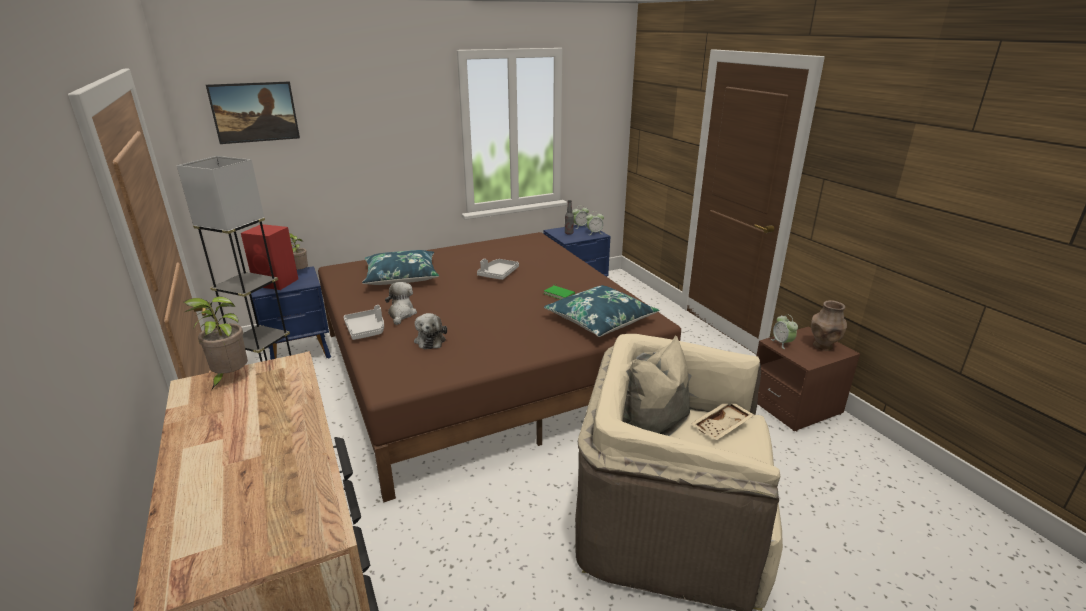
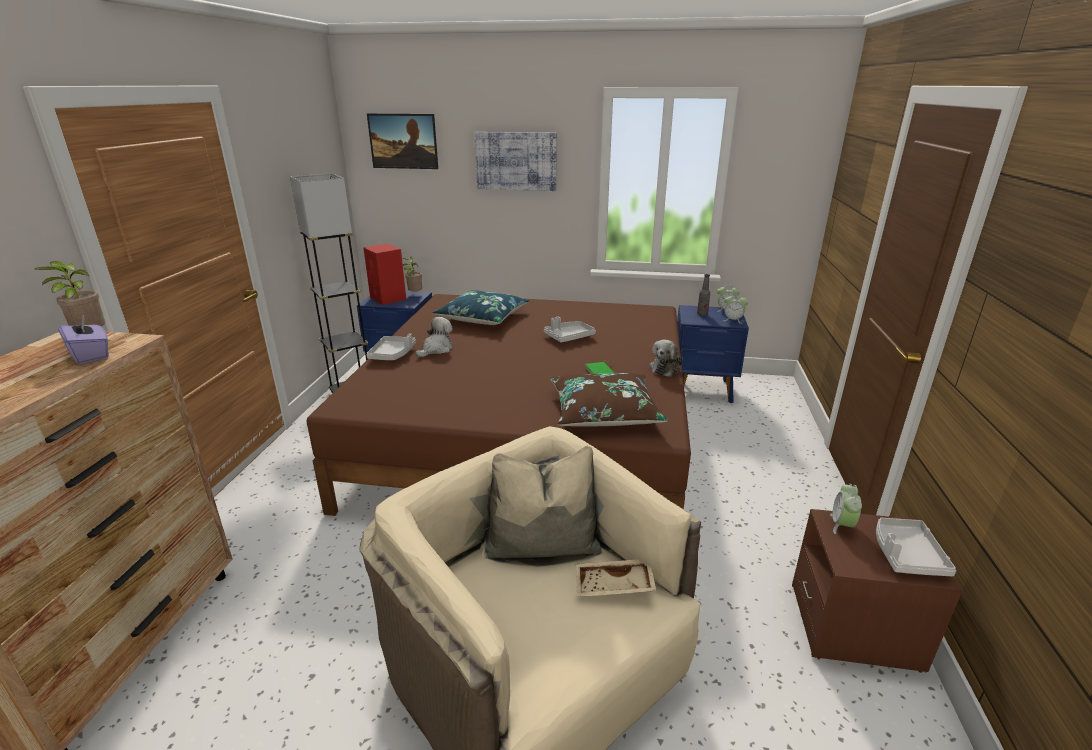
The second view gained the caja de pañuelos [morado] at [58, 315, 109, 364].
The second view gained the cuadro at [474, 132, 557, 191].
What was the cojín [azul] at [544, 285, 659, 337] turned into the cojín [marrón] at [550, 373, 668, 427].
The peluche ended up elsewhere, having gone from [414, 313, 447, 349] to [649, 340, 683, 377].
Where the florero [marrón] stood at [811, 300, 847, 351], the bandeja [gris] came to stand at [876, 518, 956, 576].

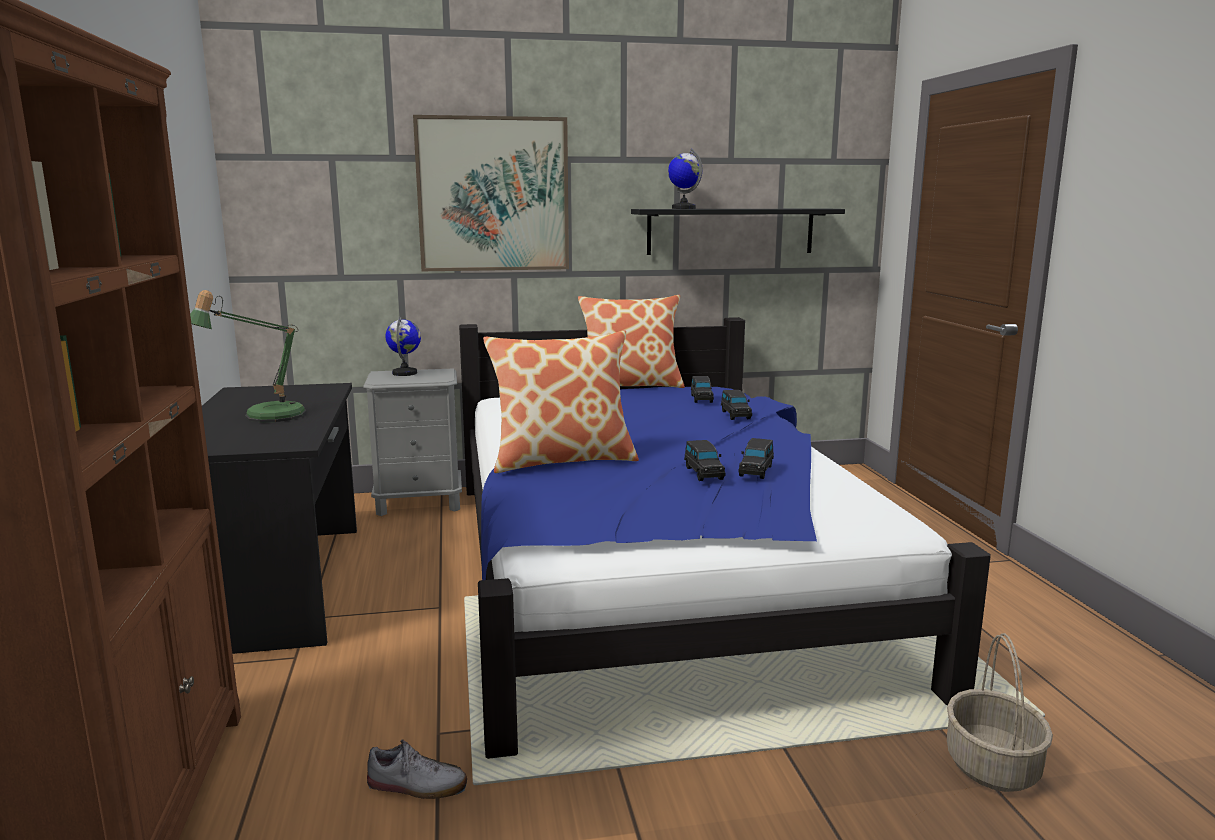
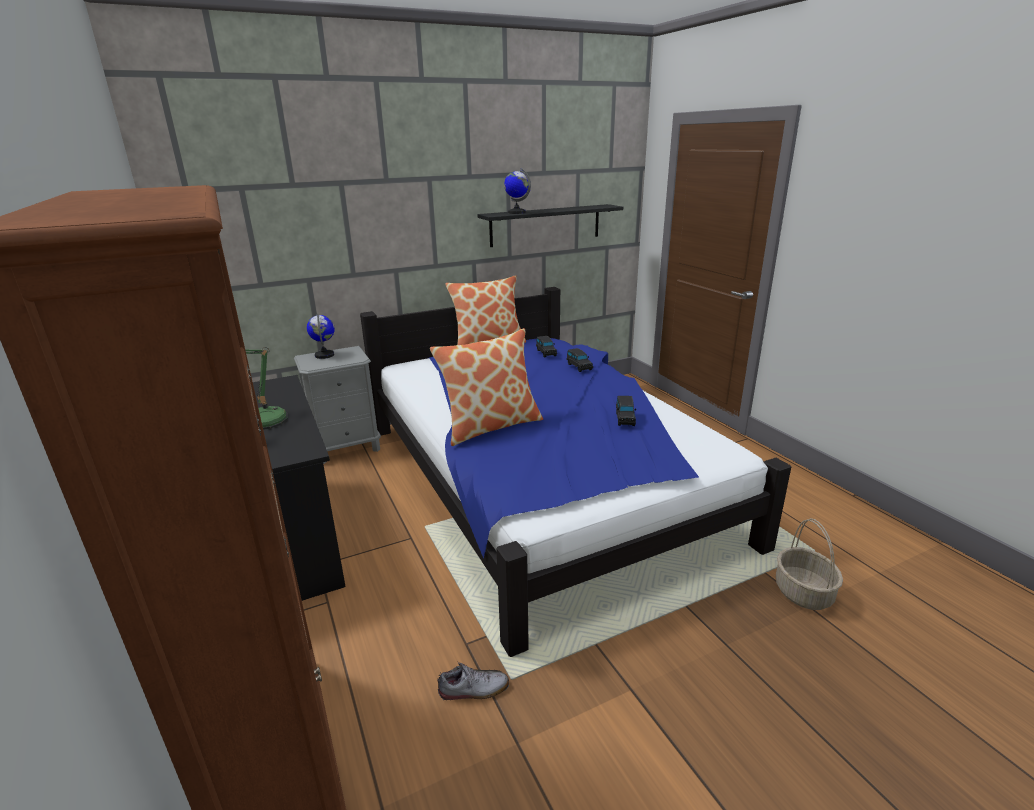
The second view lost the cuadro at [413, 115, 569, 271].
The second view lost the coche de juguete [negro] at [684, 440, 726, 481].

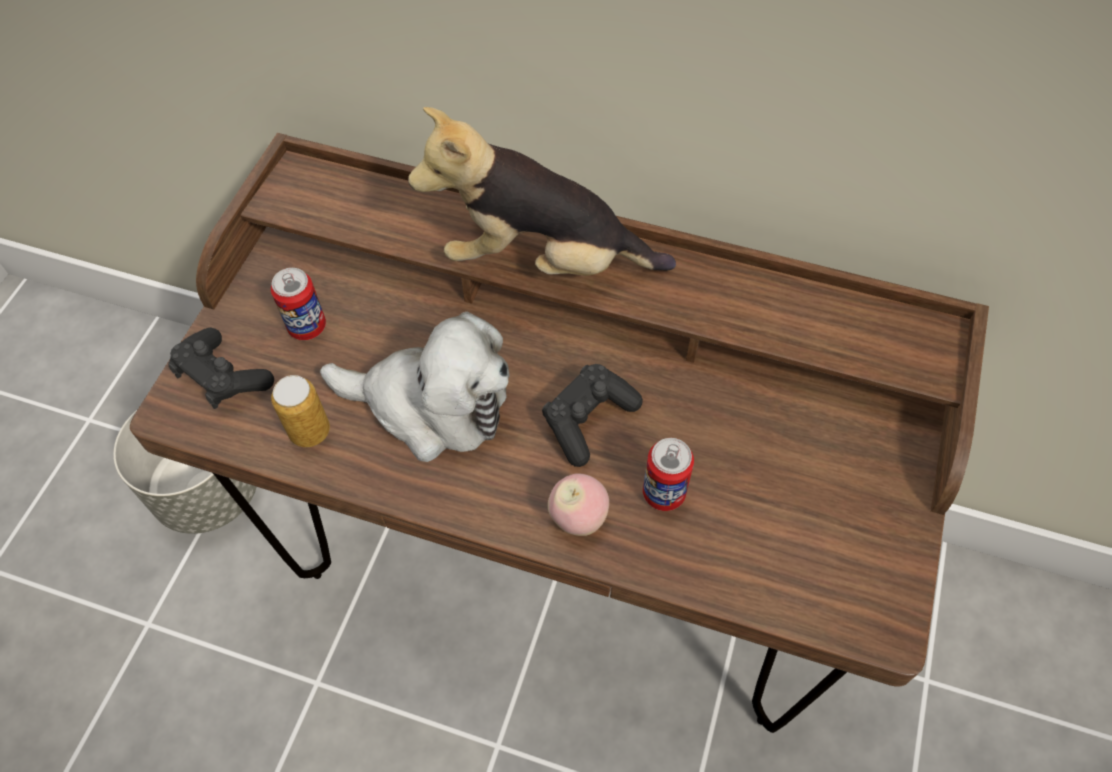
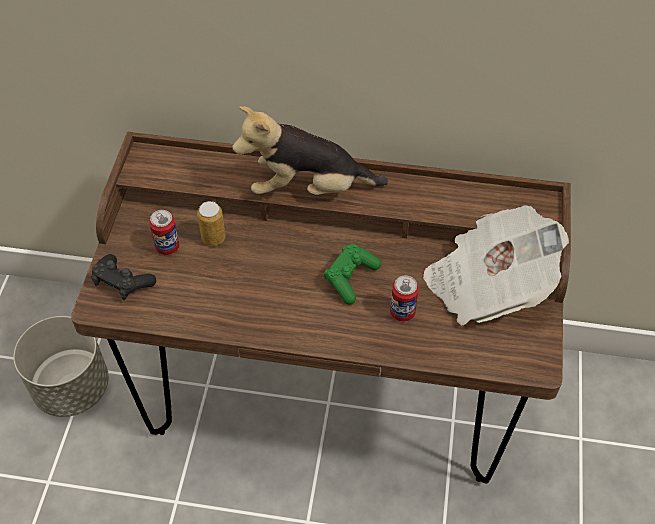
The lata ended up elsewhere, having gone from [271, 375, 330, 447] to [197, 201, 226, 246].
What was the mando de consola [negro] at [542, 364, 643, 467] turned into the mando de consola [verde] at [324, 244, 381, 305].
The second view gained the periódico at [423, 205, 569, 326].
The second view lost the peluche at [320, 311, 509, 462].
The second view lost the manzana at [548, 473, 609, 536].

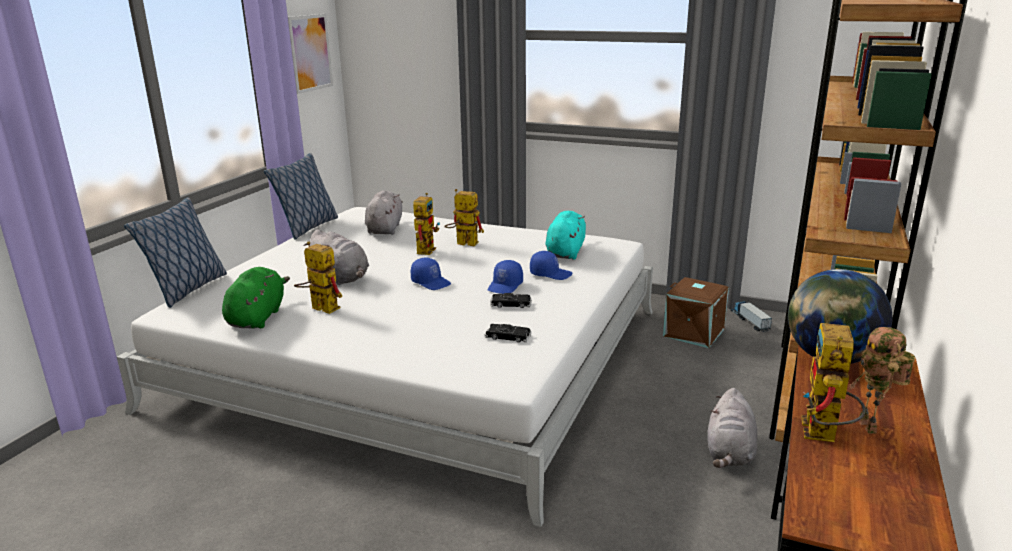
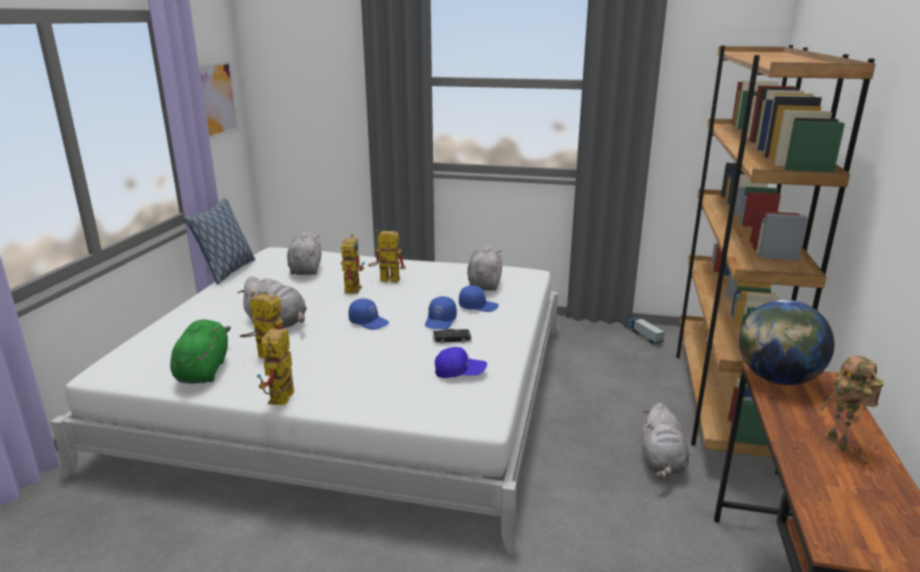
The robot de juguete ended up elsewhere, having gone from [801, 323, 866, 442] to [256, 329, 294, 405].
Where the coche de juguete [negro] stood at [485, 324, 532, 342], the gorra [azul] came to stand at [435, 347, 487, 378].
What was the peluche [turquesa] at [545, 211, 586, 260] turned into the peluche [gris] at [467, 245, 502, 291].
The second view lost the cojín at [124, 197, 227, 308].
The second view lost the caja de almacenaje [marrón] at [663, 277, 729, 348].

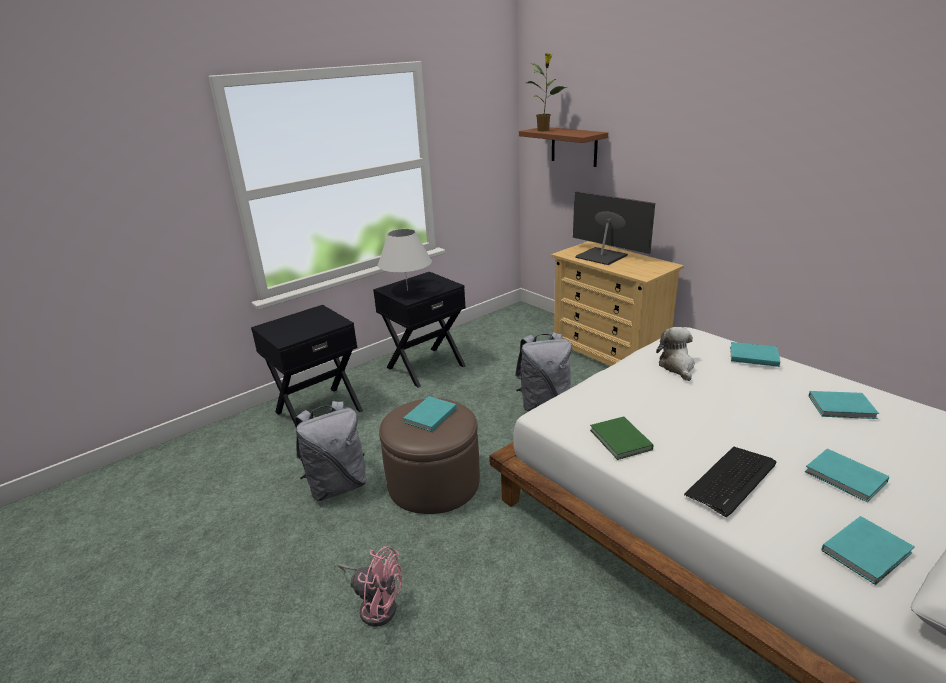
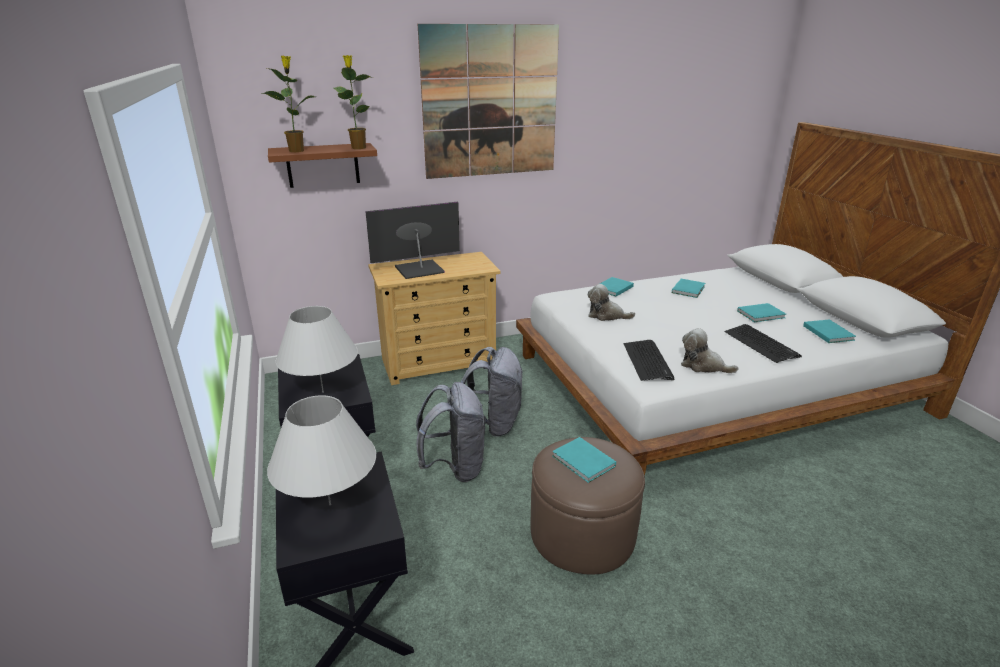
The second view gained the lámpara de mesa [blanco] at [267, 395, 376, 505].
The second view gained the planta en maceta at [334, 55, 373, 149].
The mochila [gris] ended up elsewhere, having gone from [295, 401, 367, 501] to [416, 382, 485, 482].
The second view gained the cuadro at [418, 24, 559, 179].
The second view gained the teclado at [623, 340, 675, 381].
Where the libro [verde] stood at [590, 416, 653, 460], the peluche came to stand at [681, 328, 739, 373].
The second view lost the ventilador [rosa] at [338, 546, 402, 627].

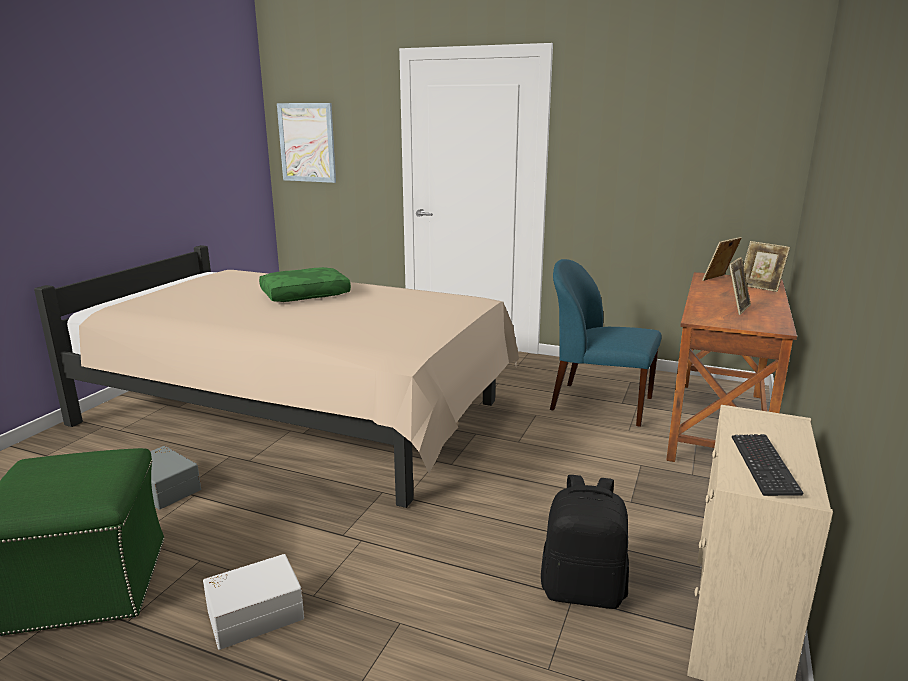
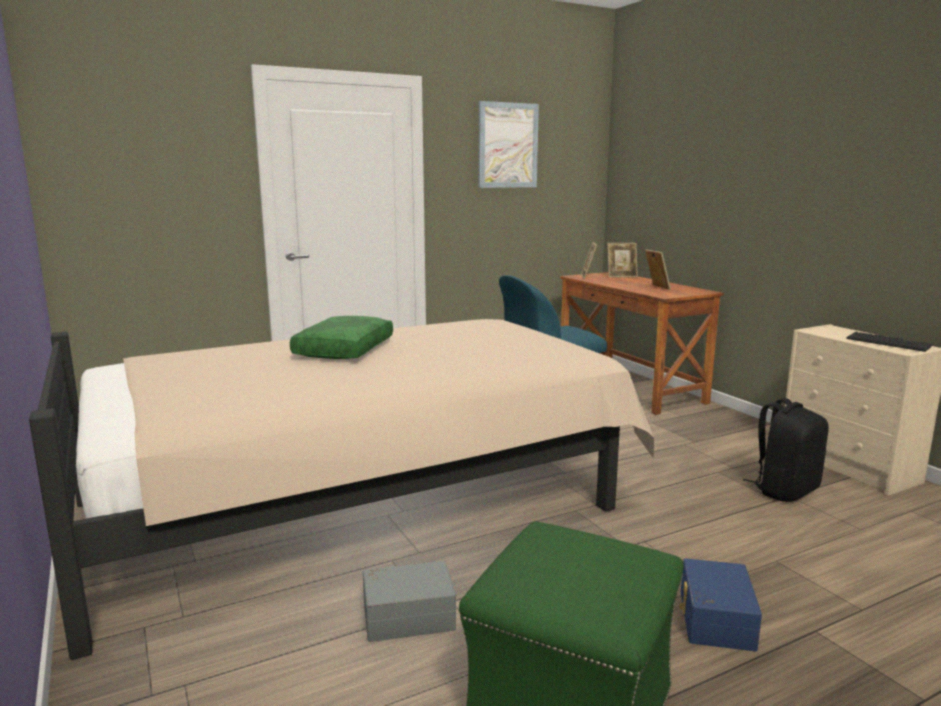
The cuadro ended up elsewhere, having gone from [277, 103, 336, 183] to [479, 101, 539, 188].
What was the caja de almacenaje [blanco] at [203, 554, 304, 650] turned into the caja de almacenaje [azul] at [679, 559, 762, 651].

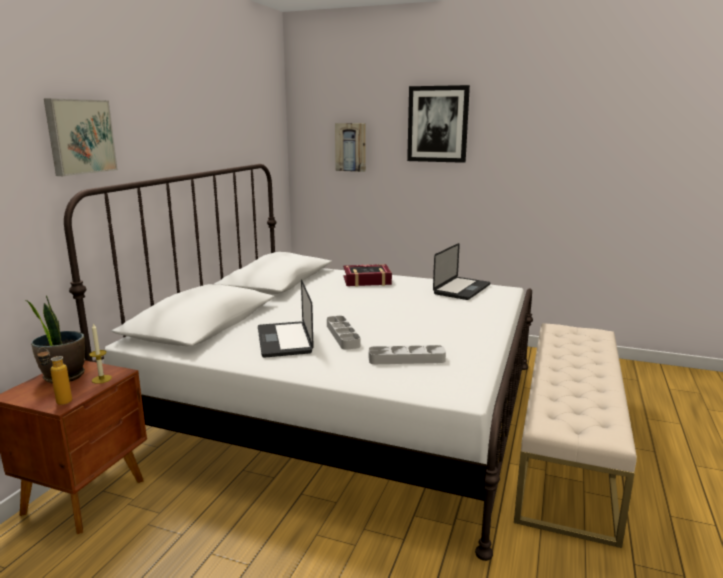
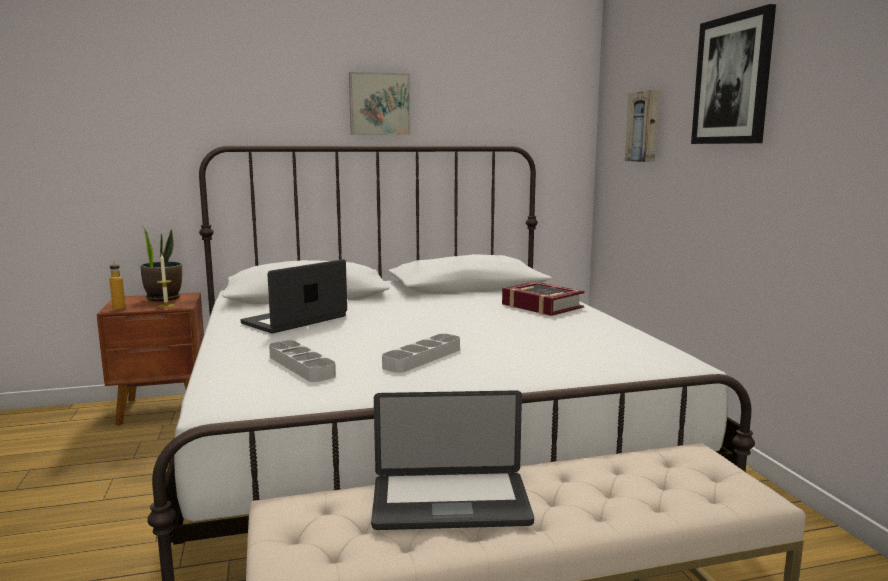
The cuadro ended up elsewhere, having gone from [44, 98, 118, 176] to [349, 72, 411, 135].
The portátil ended up elsewhere, having gone from [433, 243, 490, 300] to [371, 390, 534, 530].
The bandeja [gris] ended up elsewhere, having gone from [327, 316, 361, 350] to [382, 334, 460, 373].

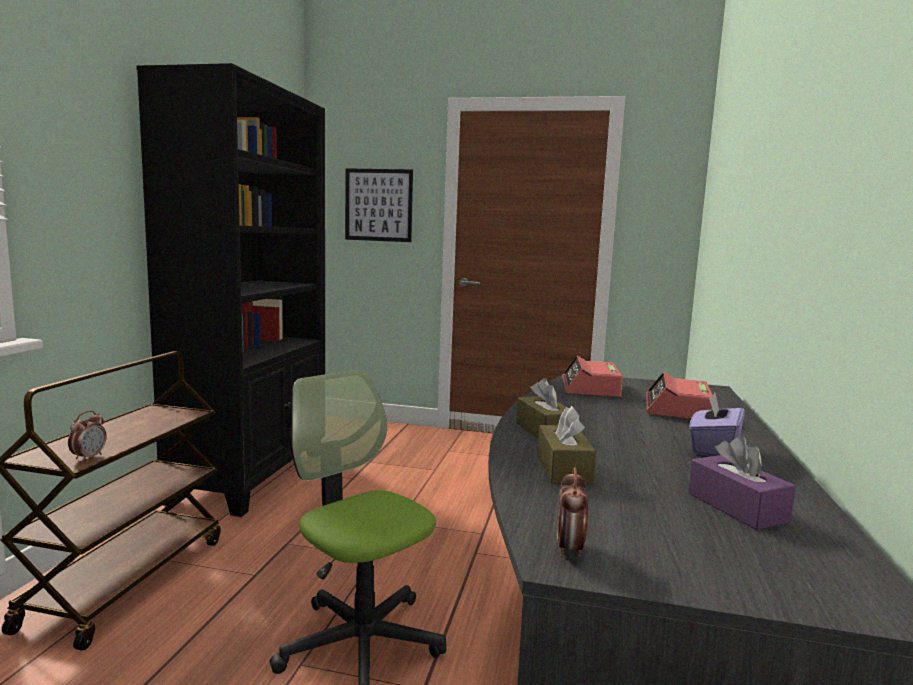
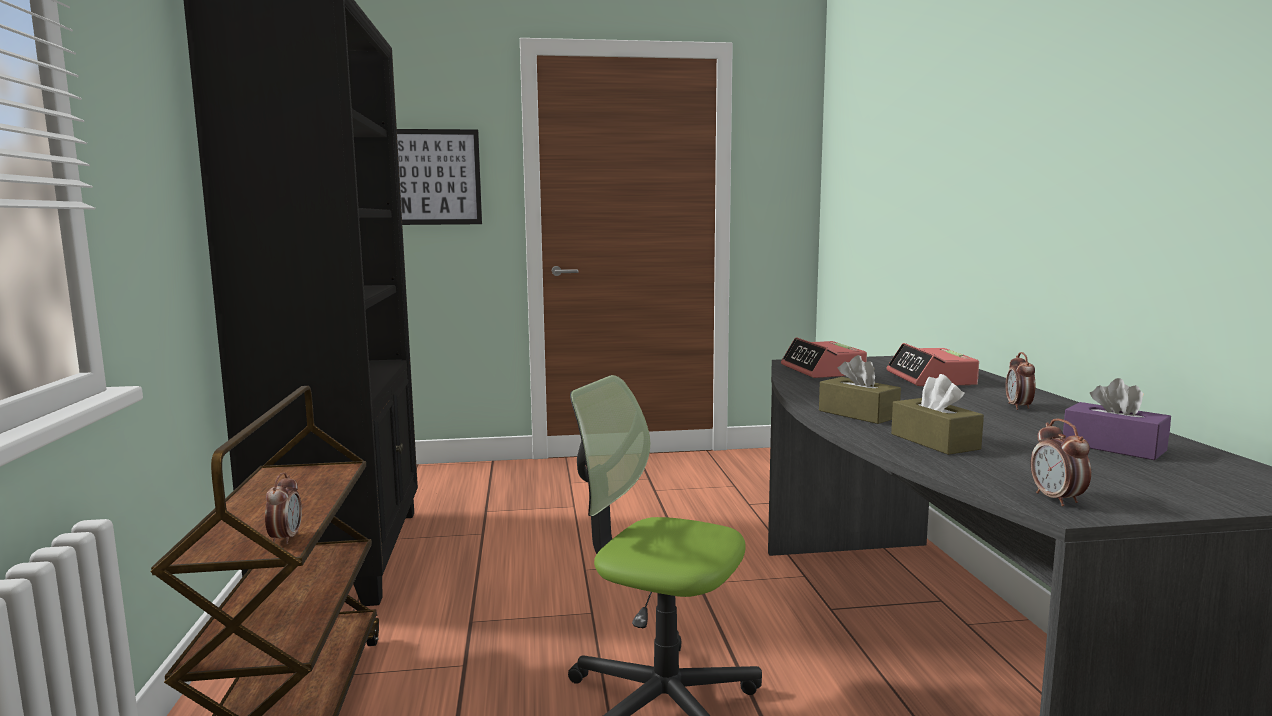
Where the caja de pañuelos [morado] stood at [689, 393, 745, 457], the despertador came to stand at [1006, 352, 1035, 410].

